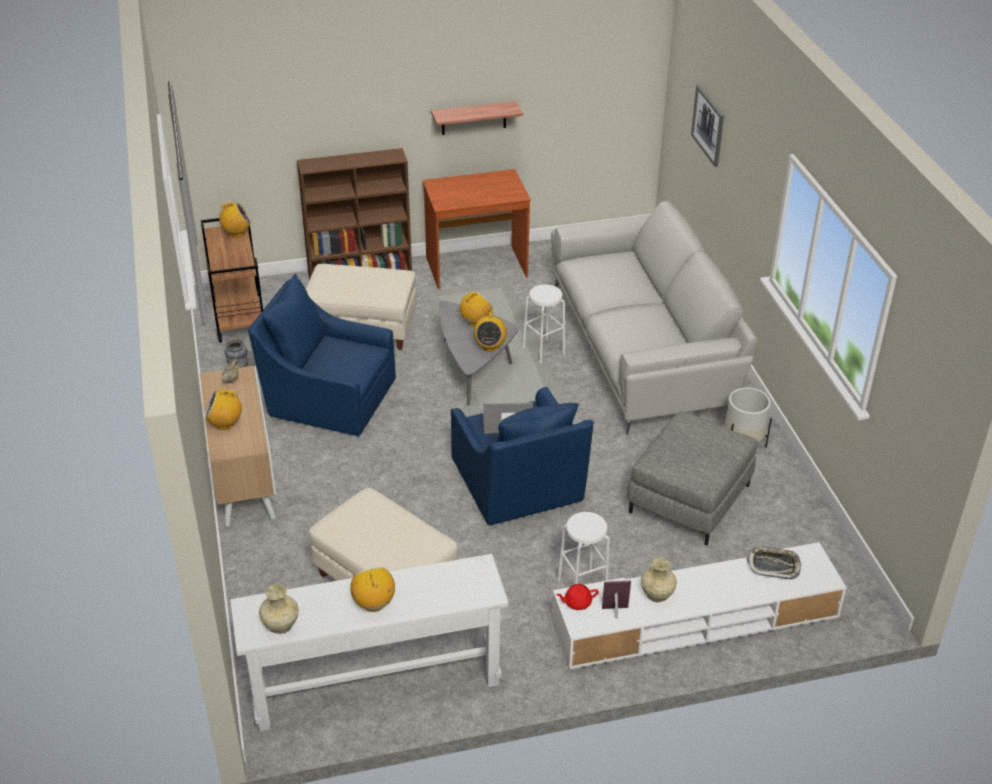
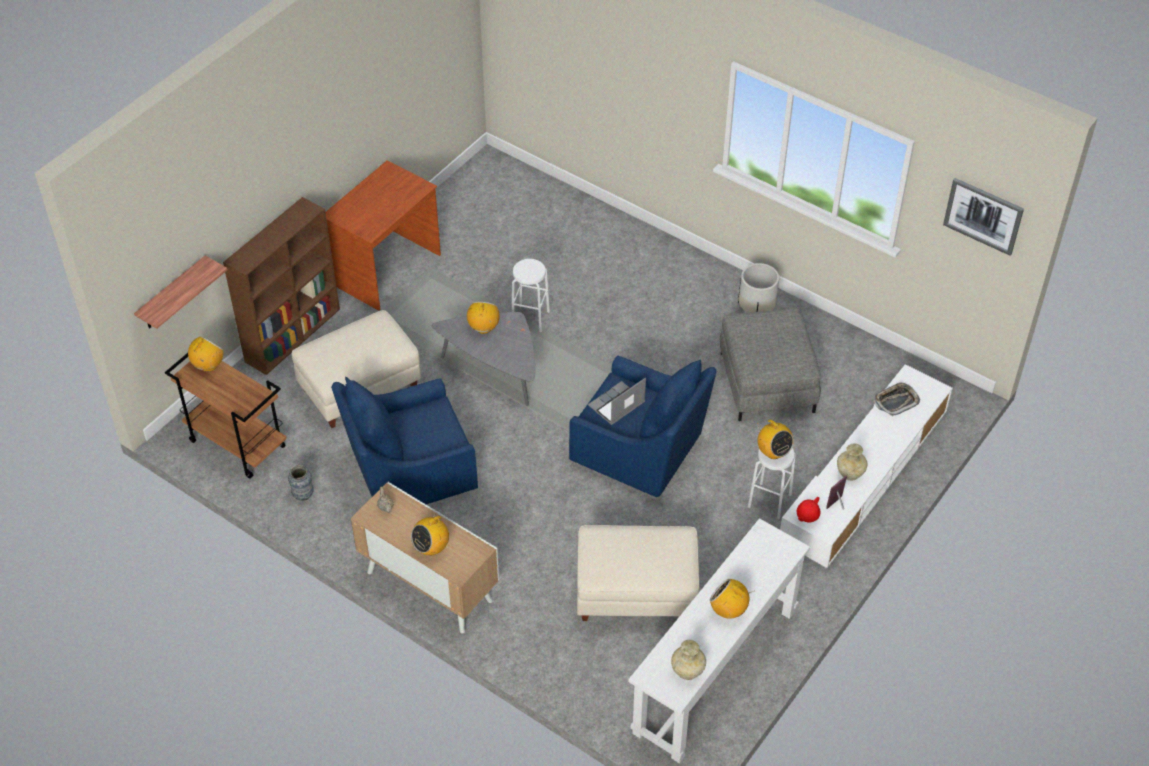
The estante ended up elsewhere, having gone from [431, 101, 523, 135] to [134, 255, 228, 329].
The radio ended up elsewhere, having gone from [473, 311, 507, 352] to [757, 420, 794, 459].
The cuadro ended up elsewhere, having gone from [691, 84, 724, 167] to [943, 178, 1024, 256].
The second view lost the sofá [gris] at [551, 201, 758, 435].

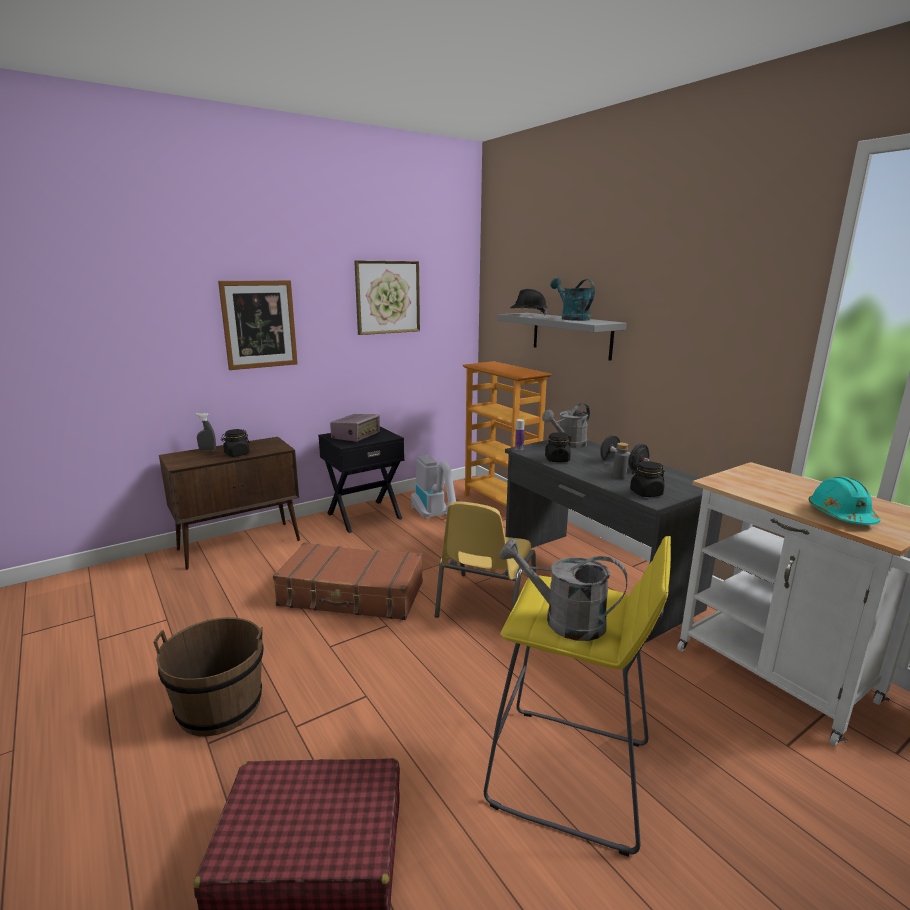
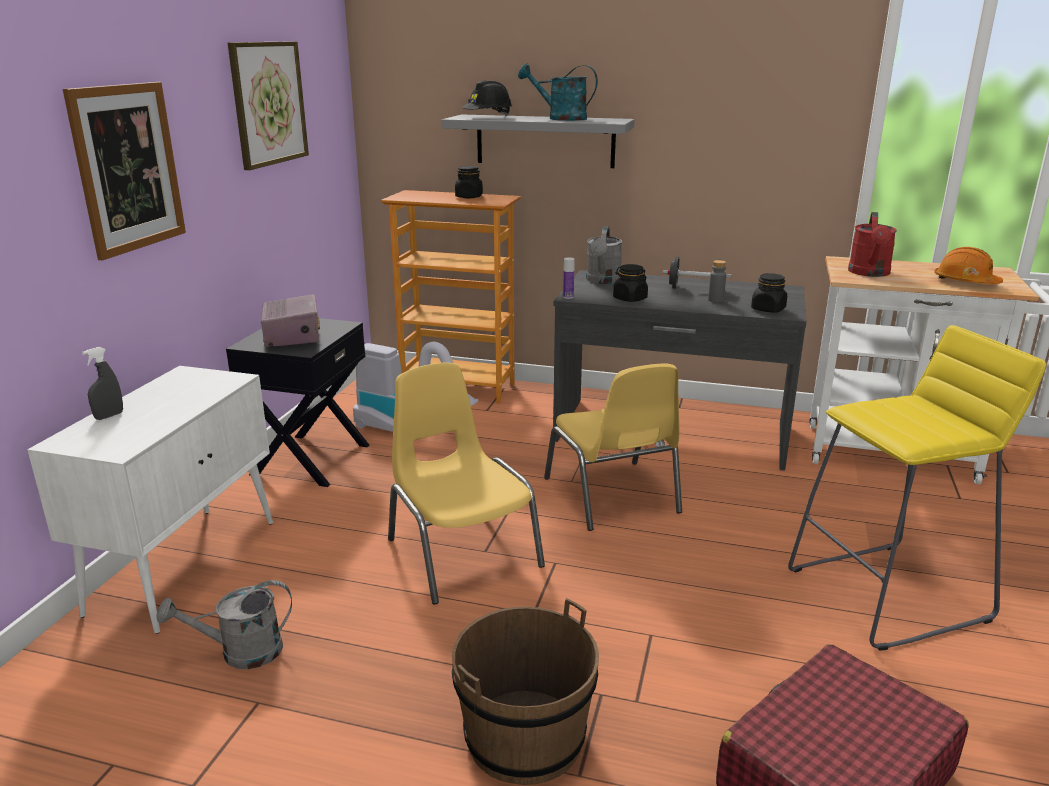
What was the armario [marrón] at [159, 437, 300, 570] turned into the armario [blanco] at [27, 366, 273, 634].
The regadera [gris] ended up elsewhere, having gone from [499, 538, 628, 641] to [157, 580, 292, 669].
Where the maleta [marrón] stood at [273, 542, 423, 620], the silla [amarillo] came to stand at [388, 363, 545, 604].
The tarro [negro] ended up elsewhere, having gone from [221, 429, 250, 457] to [455, 166, 483, 198].
The second view gained the regadera [rojo] at [848, 212, 897, 277].
What was the casco [turquesa] at [809, 476, 880, 525] turned into the casco [naranja] at [934, 247, 1003, 284].

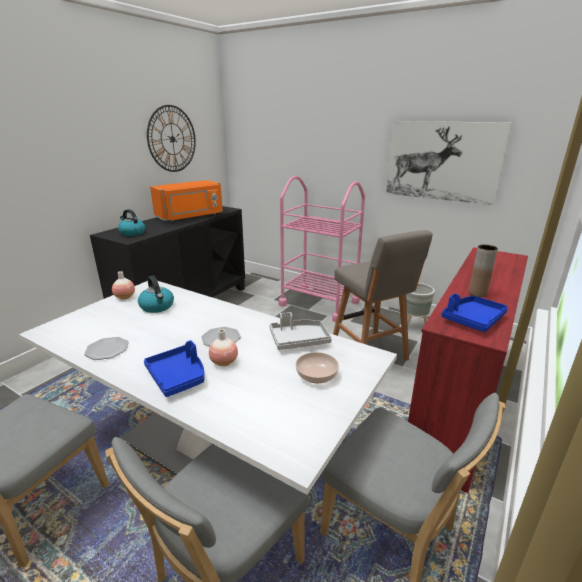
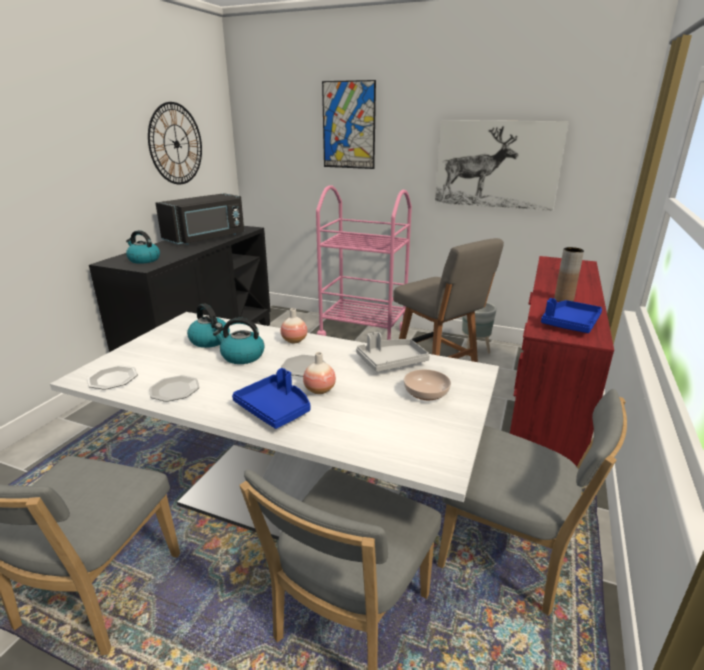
The second view gained the plato at [87, 365, 138, 390].
What was the microondas [naranja] at [150, 180, 223, 222] turned into the microondas [negro] at [156, 193, 244, 245].
The second view gained the hervidor at [213, 318, 265, 364].
The florero ended up elsewhere, having gone from [112, 271, 135, 299] to [281, 308, 307, 343].
The second view gained the cuadro at [322, 80, 376, 169].

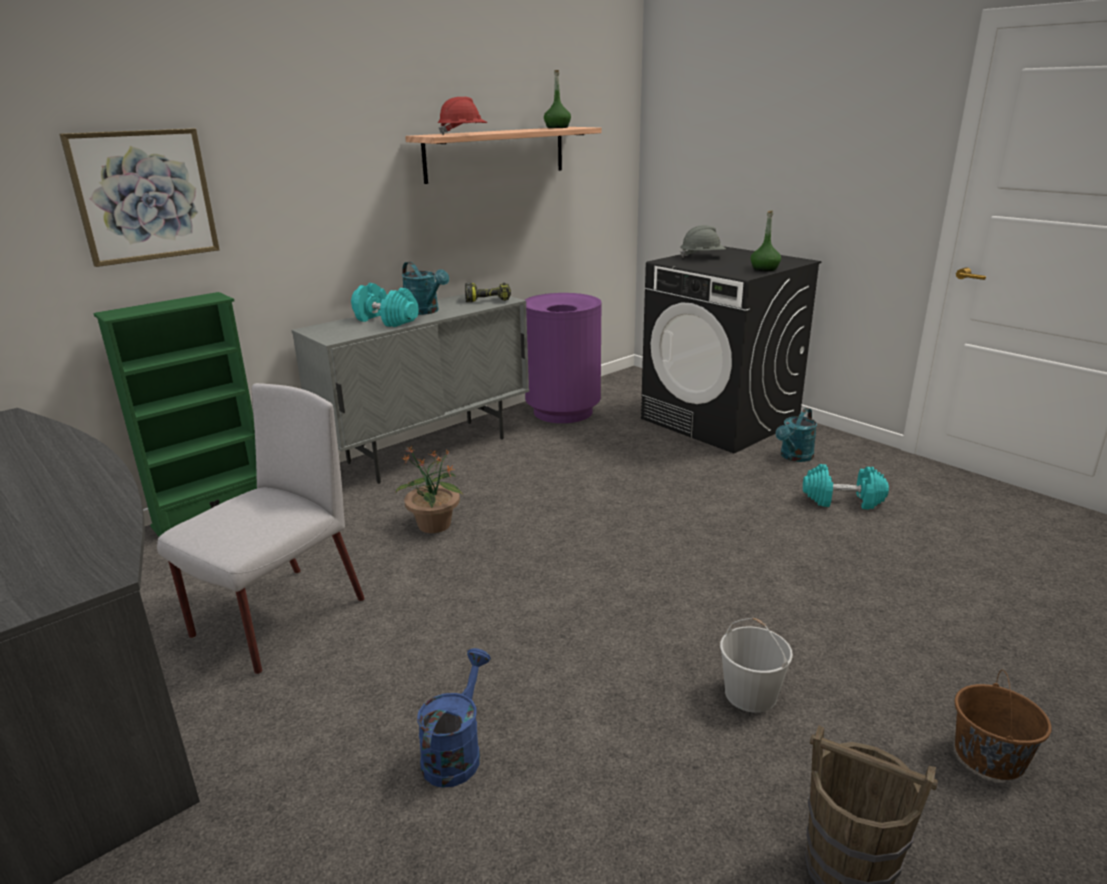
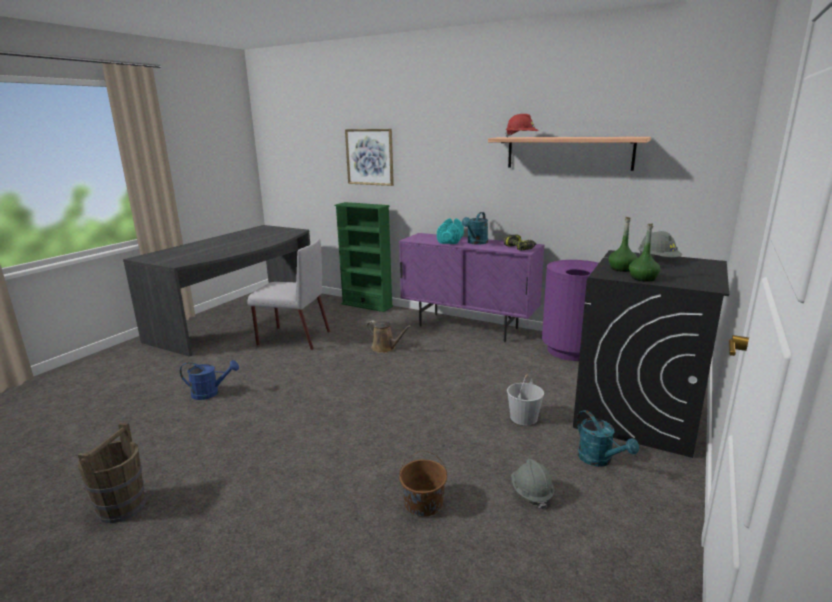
Where the planta en maceta stood at [396, 446, 462, 533], the regadera [marrón] came to stand at [366, 320, 411, 353].
What was the armario [gris] at [292, 294, 529, 484] turned into the armario [morado] at [399, 233, 545, 342].
The cubo [marrón] ended up elsewhere, having gone from [955, 670, 1052, 780] to [399, 451, 447, 517].
The cubo [blanco] ended up elsewhere, having gone from [720, 618, 793, 713] to [507, 374, 544, 425].
Where the mancuerna [turquesa] stood at [803, 464, 889, 509], the casco [gris] came to stand at [511, 459, 554, 509].
The regadera [turquesa] at [776, 408, 817, 462] ended up facing another way, 135 degrees counterclockwise from before.
The botella [verde] ended up elsewhere, having gone from [544, 70, 571, 128] to [608, 217, 638, 272].

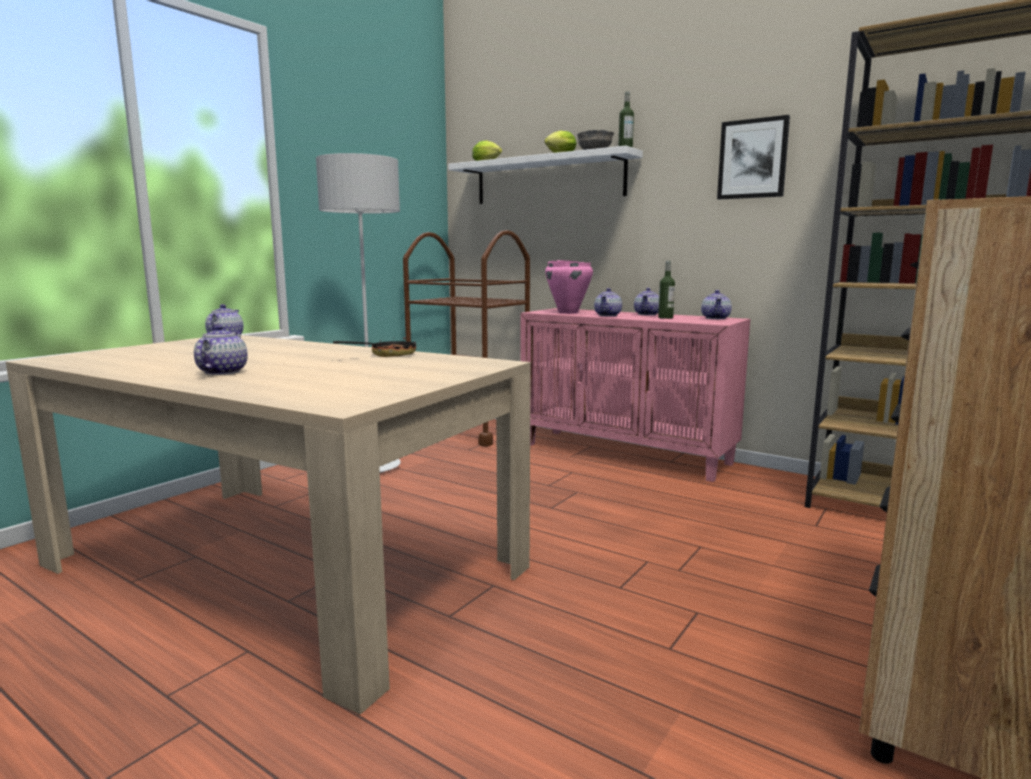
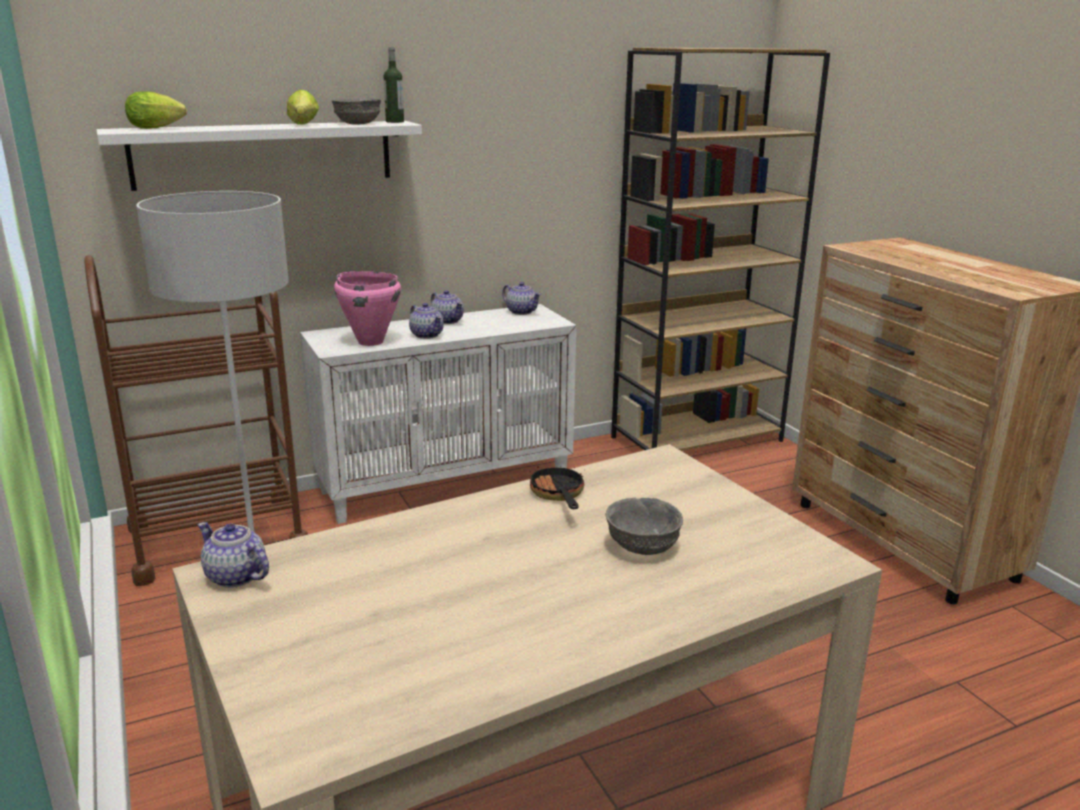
What was the armario [rosa] at [520, 308, 750, 482] turned into the armario [blanco] at [300, 304, 576, 524].
The second view gained the cuenco [gris] at [605, 498, 683, 555].
The second view lost the tetera at [194, 325, 248, 375].
The second view lost the botella at [658, 261, 675, 319].
The second view lost the cuadro at [717, 115, 790, 200].

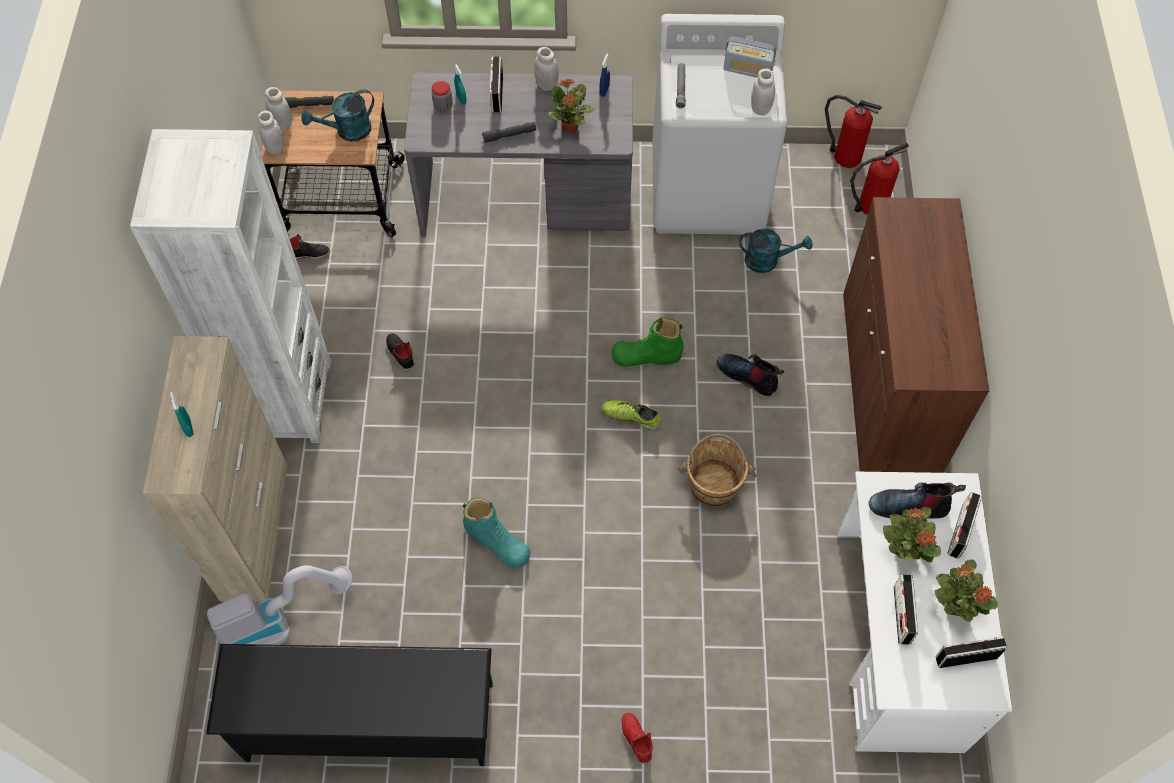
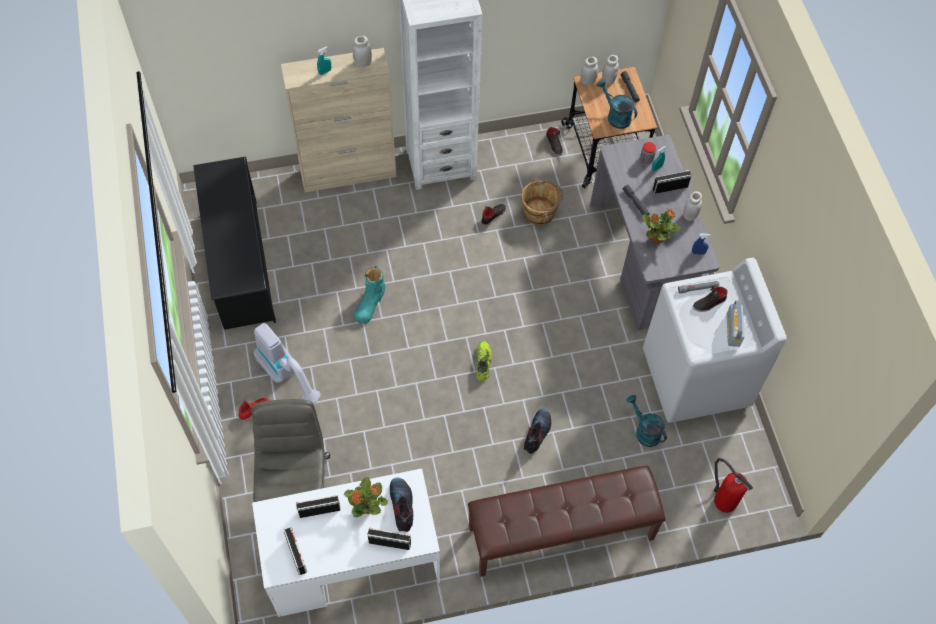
The second view gained the silla de oficina [gris] at [251, 399, 330, 502].
The aspiradora ended up elsewhere, having gone from [207, 565, 352, 645] to [254, 323, 320, 403].
The tarro [blanco] ended up elsewhere, having gone from [751, 69, 775, 115] to [353, 36, 372, 67].
Where the armario [marrón] stood at [843, 197, 989, 473], the banco [marrón] came to stand at [468, 466, 666, 577].
The cubo [marrón] ended up elsewhere, having gone from [677, 434, 757, 507] to [521, 179, 563, 225].
The regadera [turquesa] at [739, 229, 813, 273] ended up facing another way, 150 degrees clockwise from before.
The second view gained the zapato [negro] at [693, 286, 727, 312].
The second view lost the bota [verde] at [611, 318, 684, 367].
The second view lost the extintor at [825, 95, 882, 168].
The second view lost the planta en maceta at [935, 559, 998, 622].

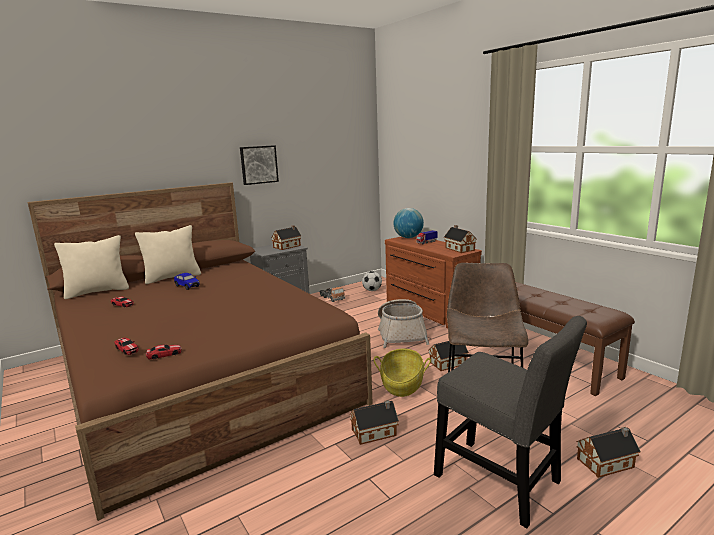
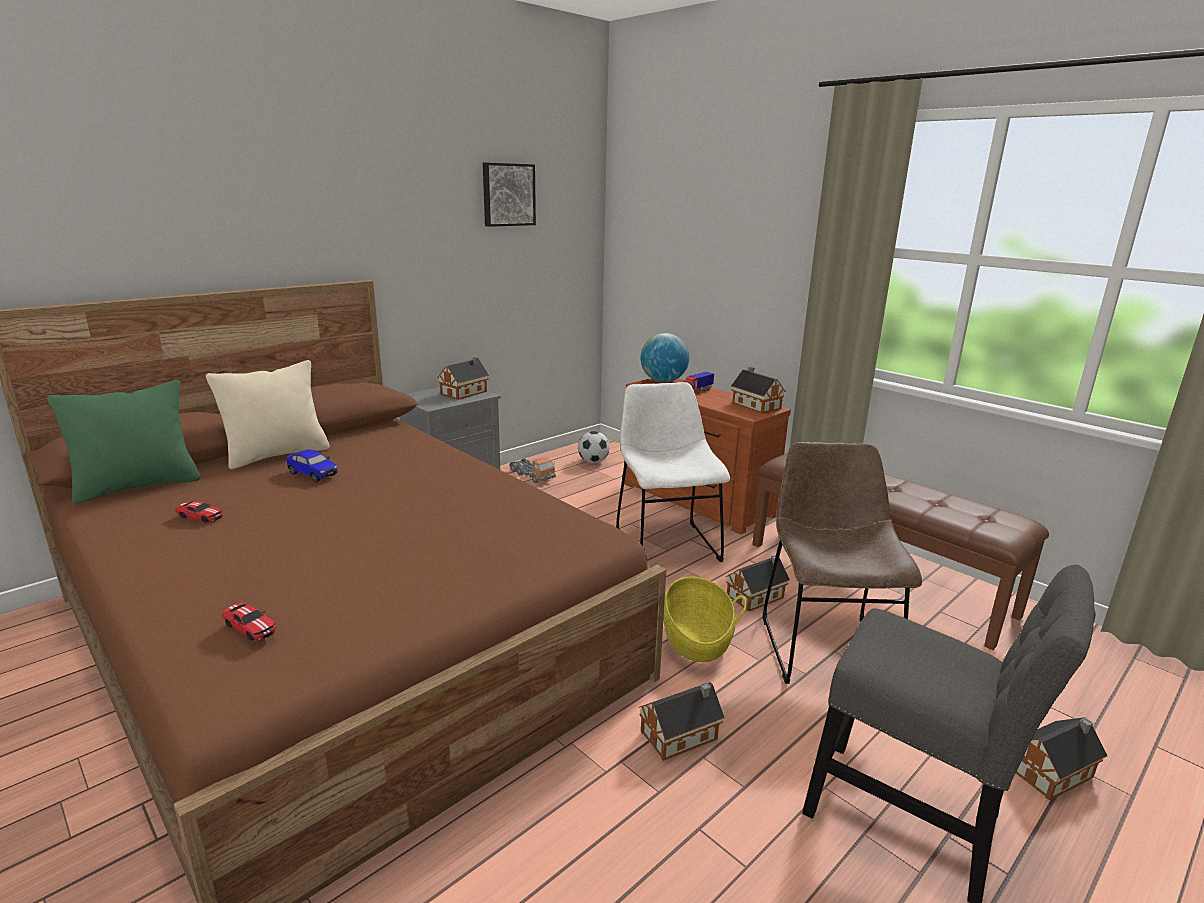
What was the cojín [beis] at [54, 235, 129, 299] turned into the cojín [verde] at [47, 380, 200, 503].
The cuadro ended up elsewhere, having gone from [240, 145, 279, 185] to [483, 163, 536, 227].
Where the cesta stood at [378, 299, 429, 348], the silla [blanco] came to stand at [616, 382, 730, 562].
The second view lost the coche de juguete at [146, 344, 182, 359].

